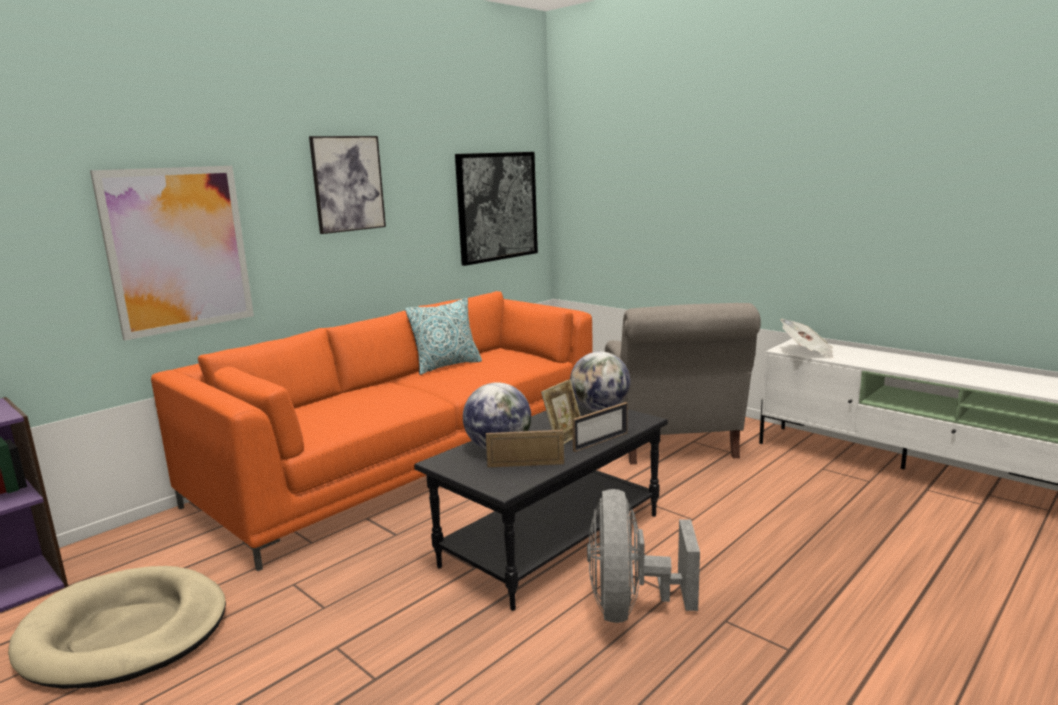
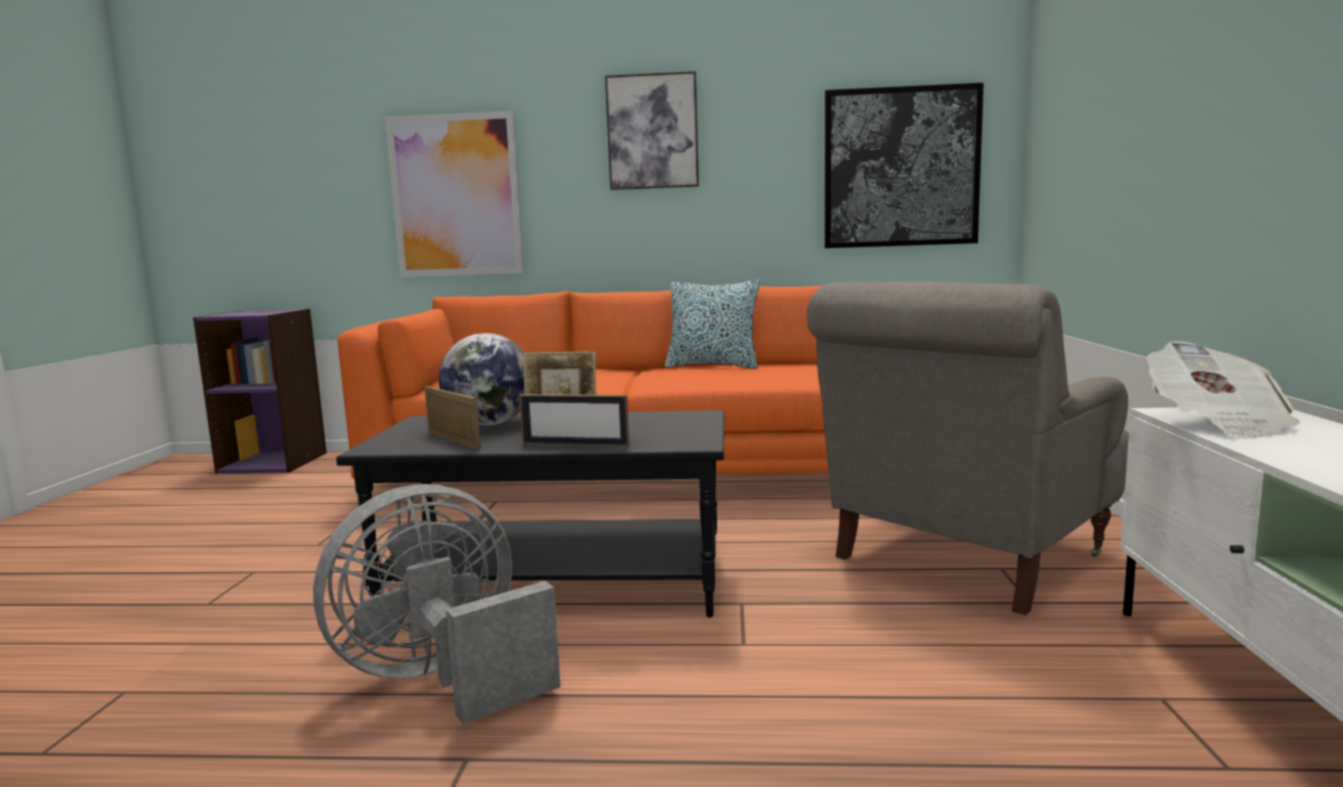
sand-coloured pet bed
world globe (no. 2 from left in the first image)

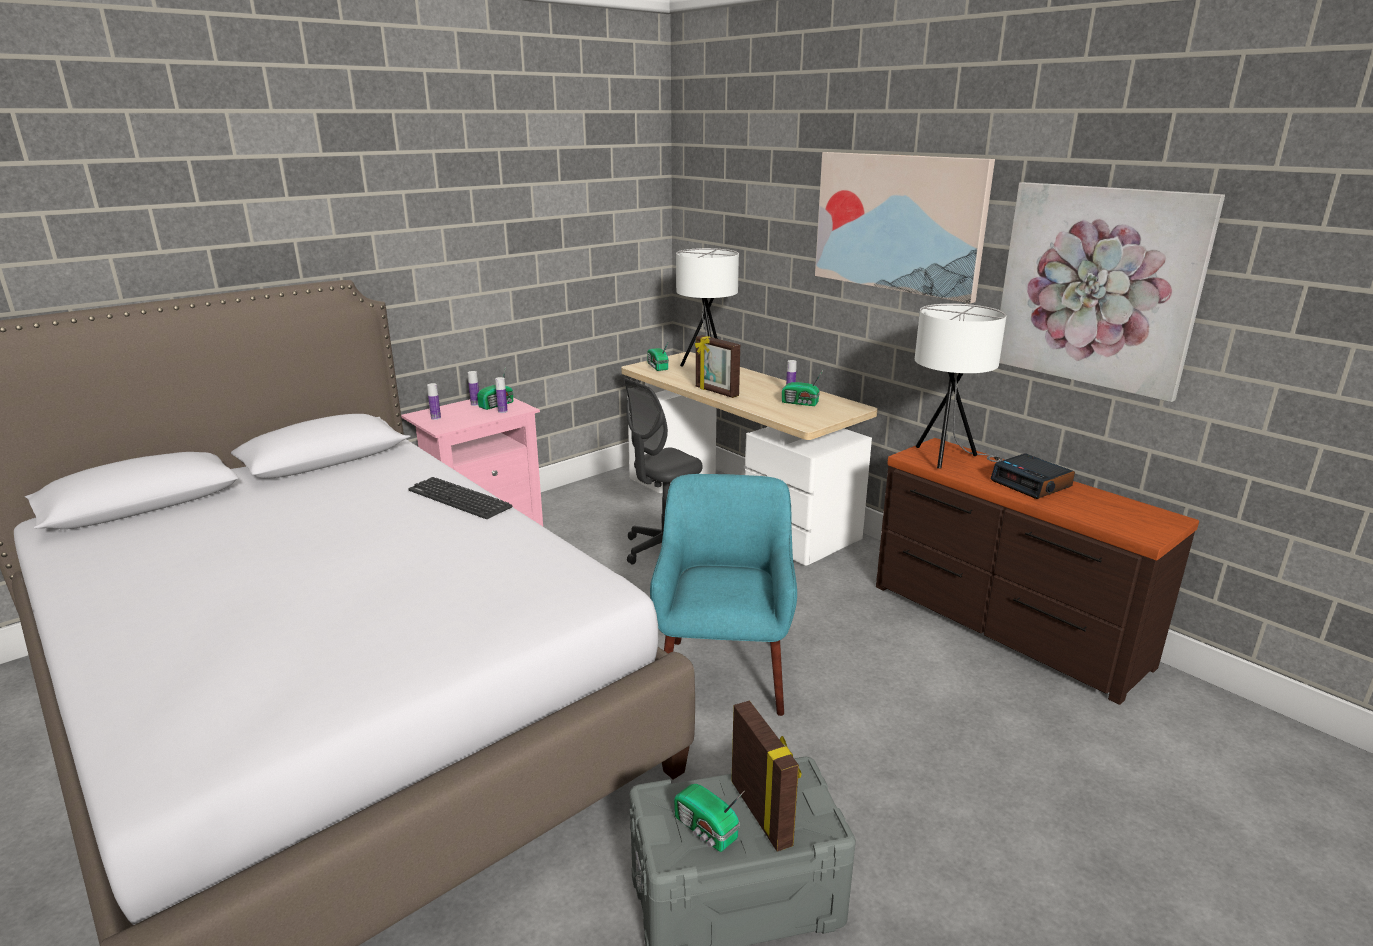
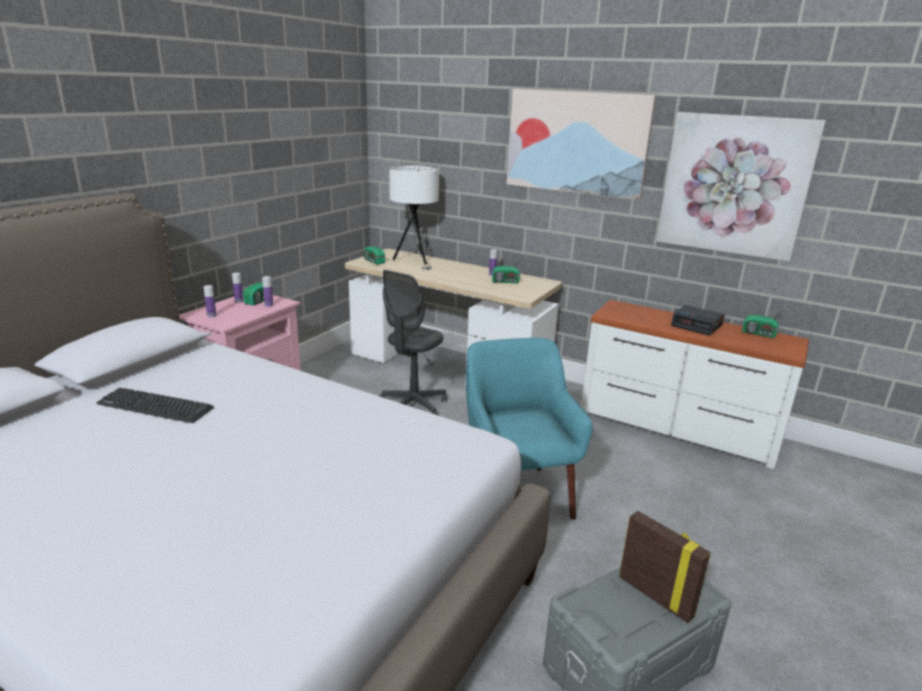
computer keyboard
radio set (no. 4 from left)
picture frame (no. 1 from left in the first image)
whitish dresser
whitish table lamp (no. 2 from left in the first image)

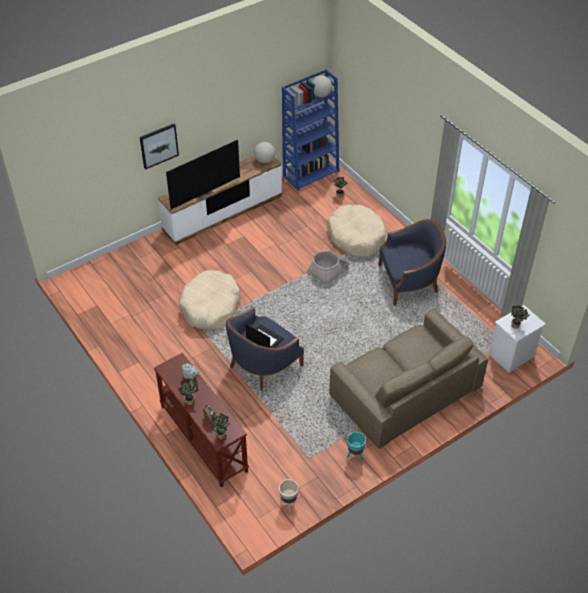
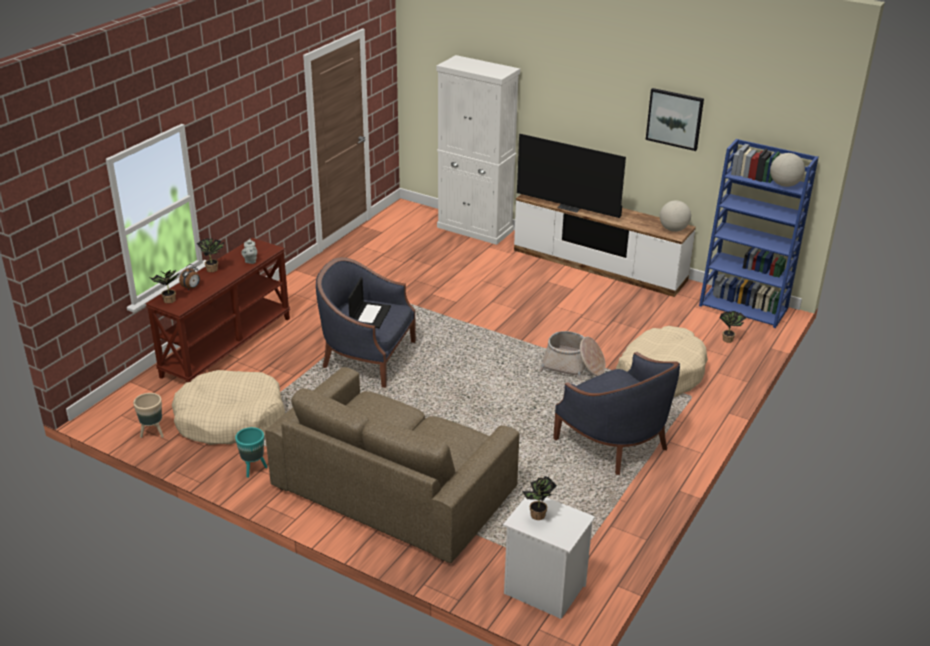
wall art
sand-coloured pet bed (no. 1 from left)
whitish cabinet

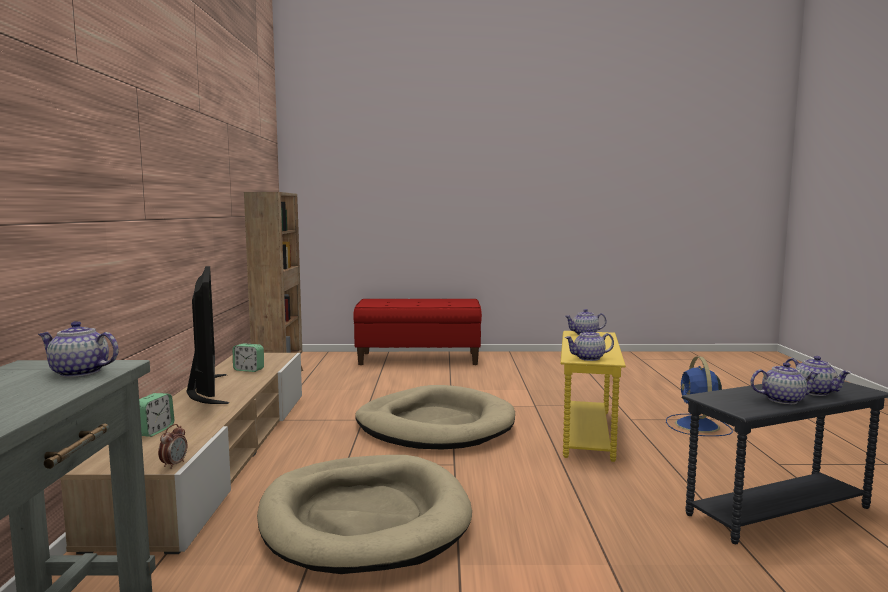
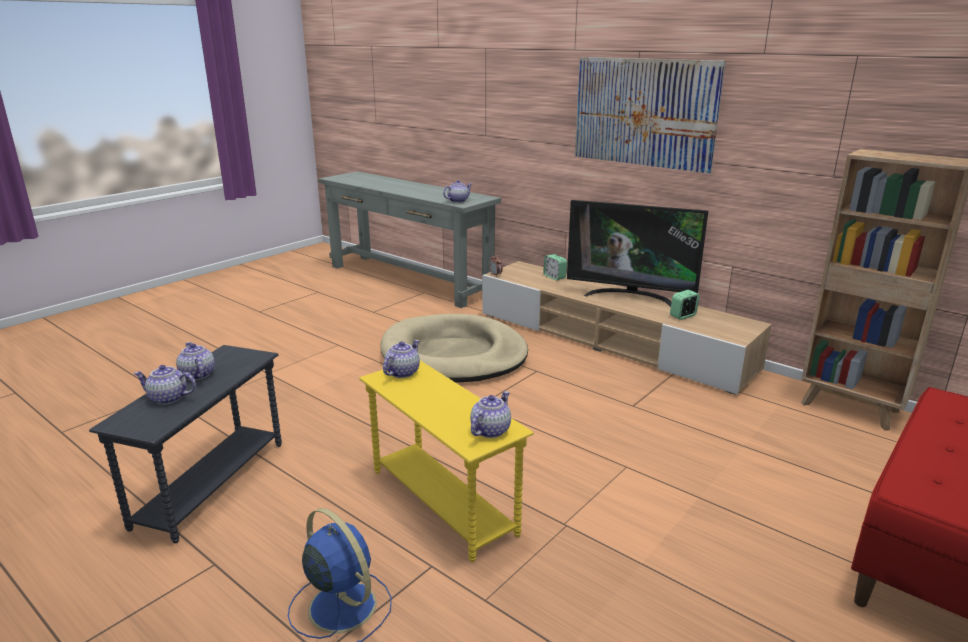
sand-coloured pet bed (no. 2 from left in the first image)
teapot (no. 2 from left)
wall art

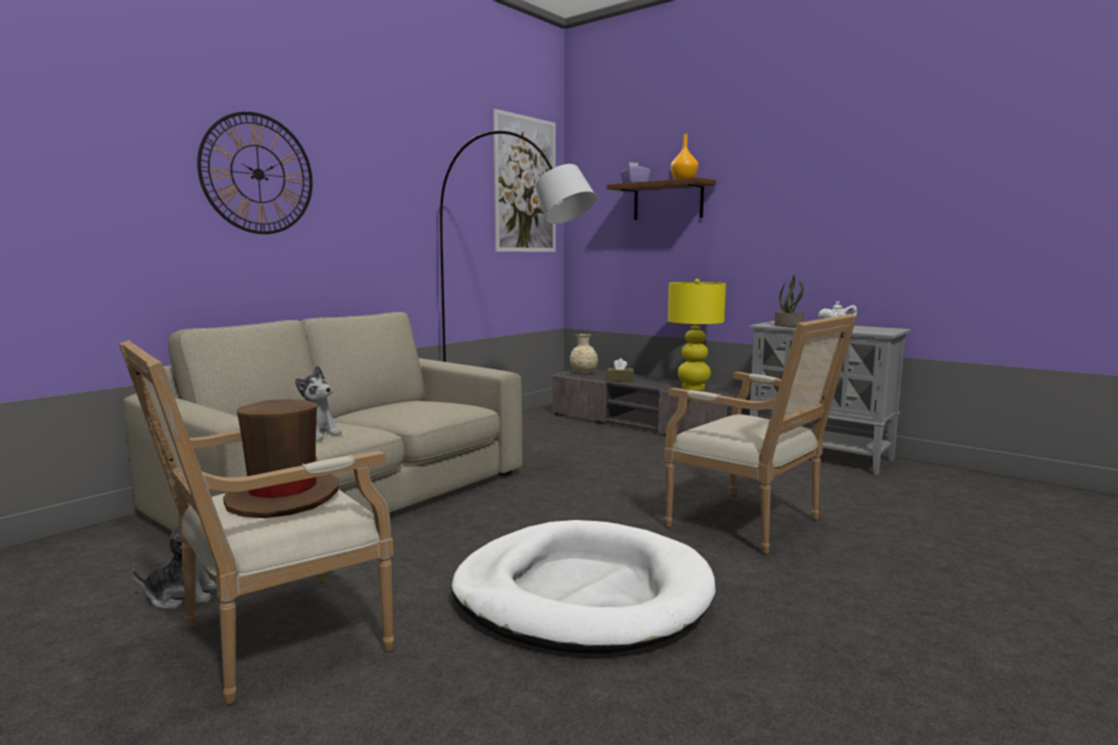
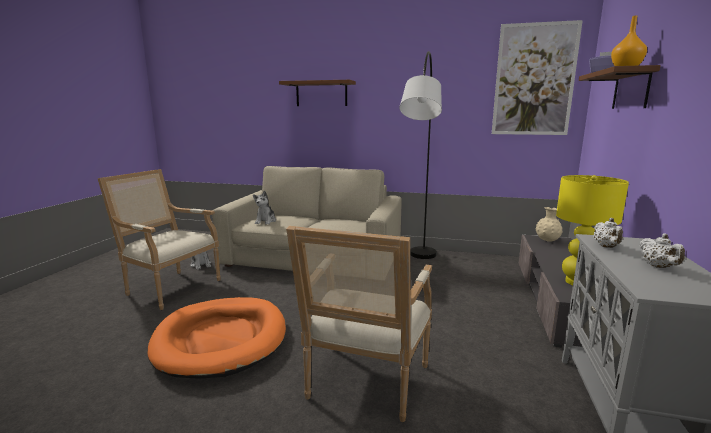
brown bracket shelf (no. 1 from left)
brown hat
orange pet bed
brown box of tissues
whitish teapot (no. 1 from left)

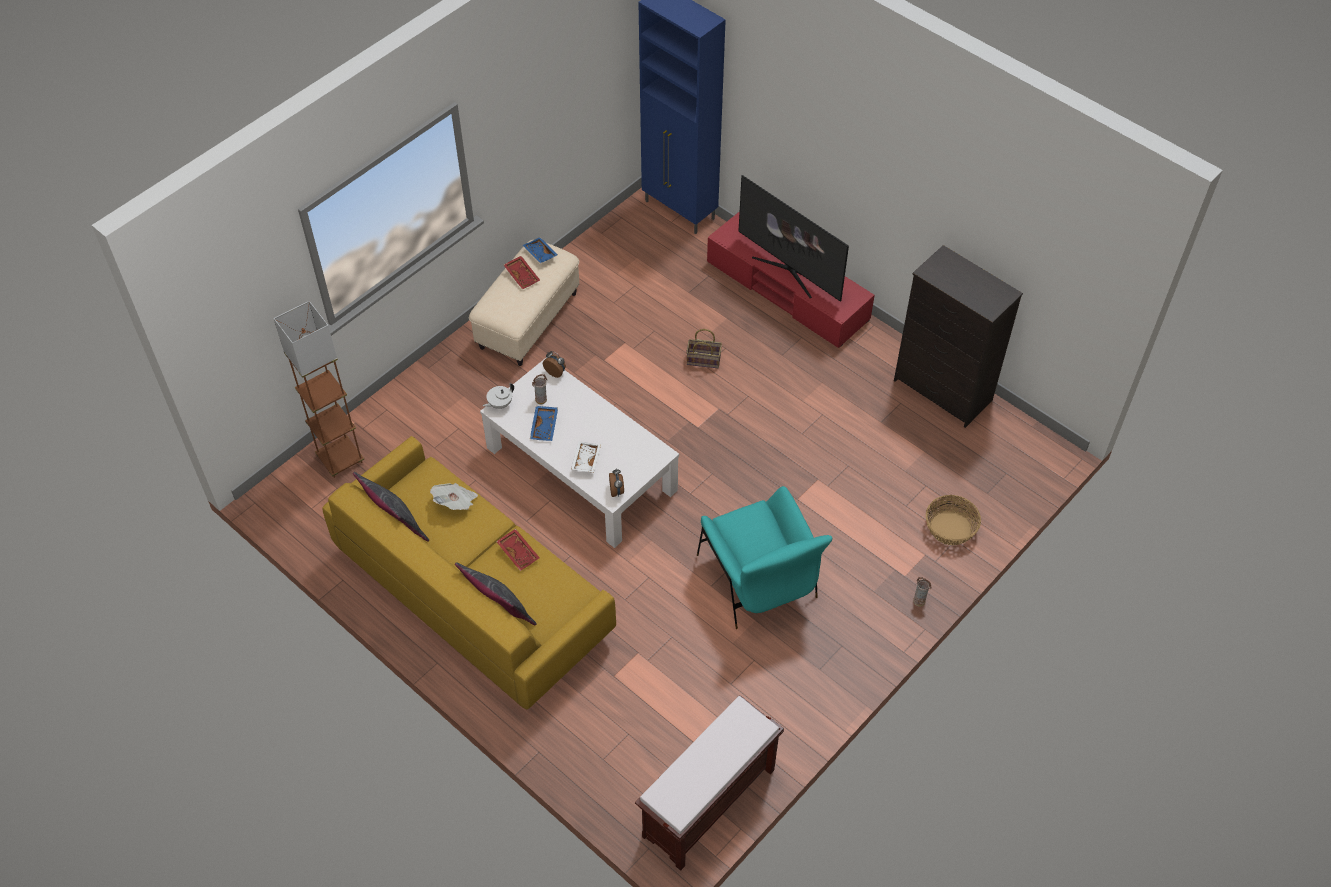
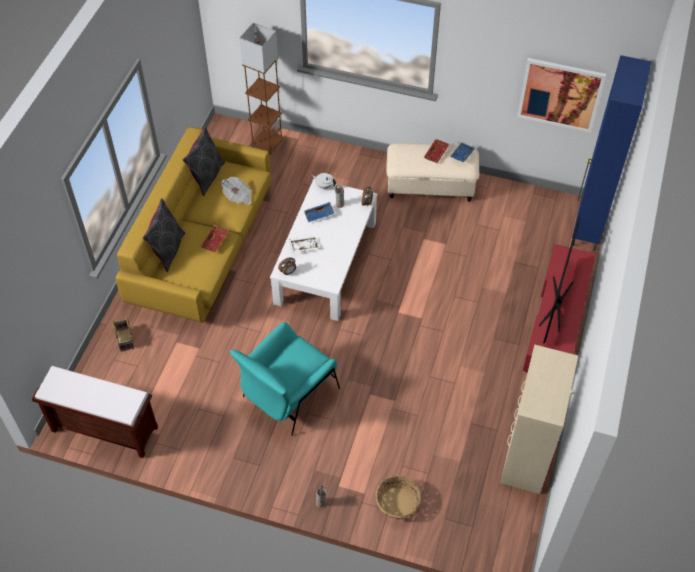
basket (no. 1 from left)
sand-coloured dresser
wall art

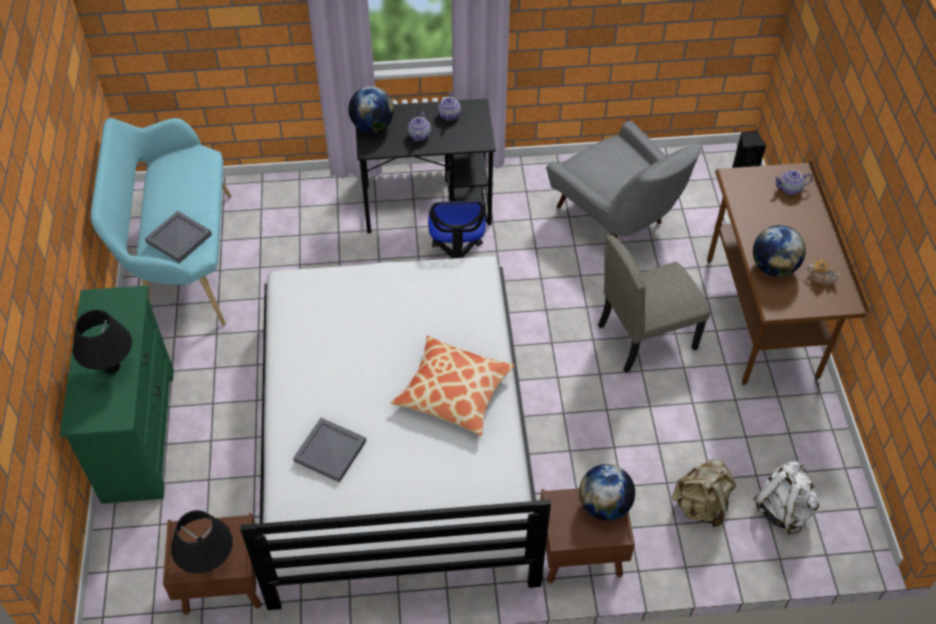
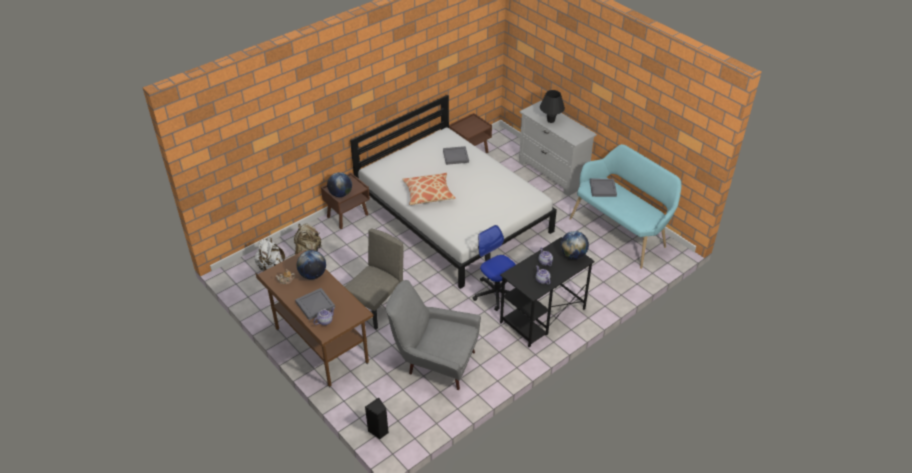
whitish dresser
black table lamp (no. 2 from left in the first image)
gray carrying tray (no. 1 from left)

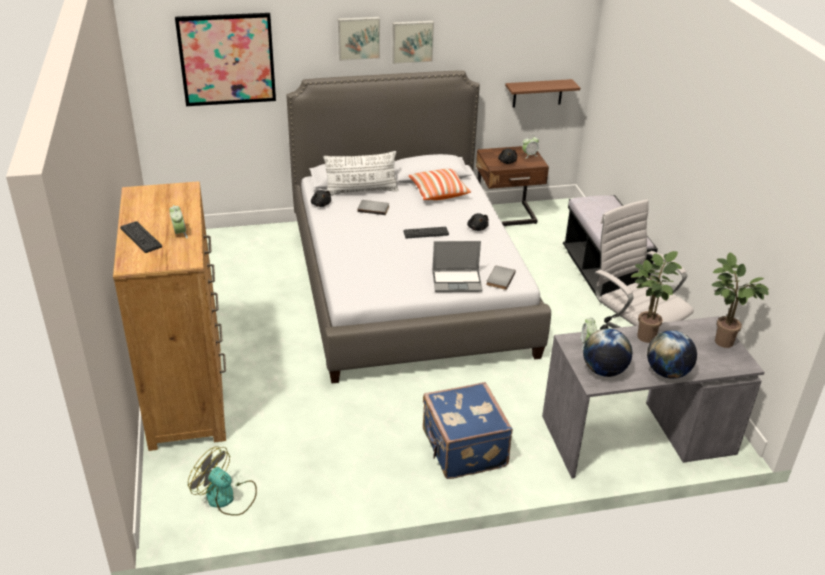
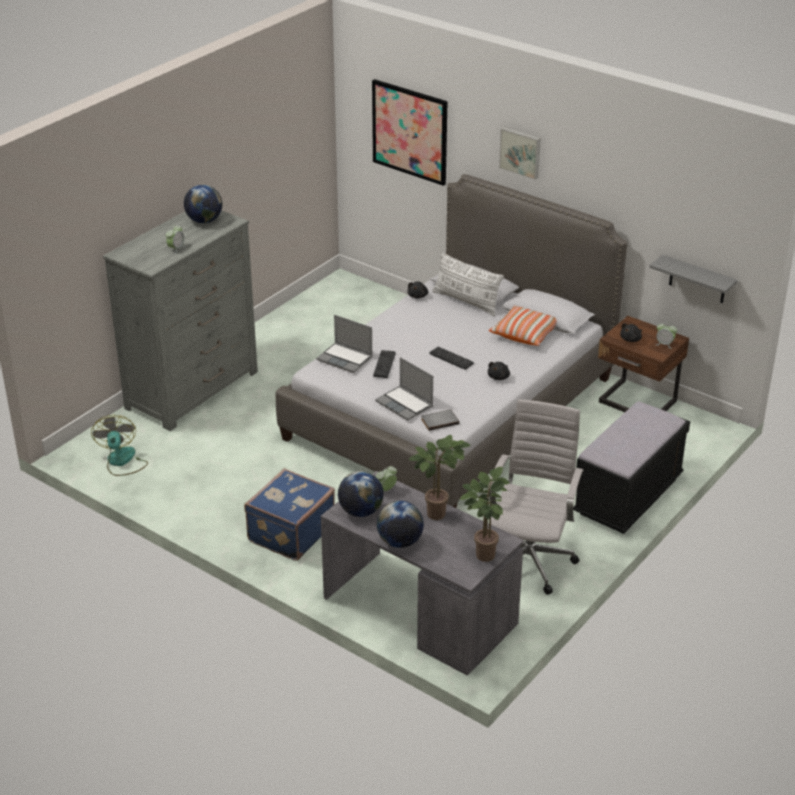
gray dresser
computer keyboard (no. 1 from left)
gray book (no. 1 from left in the first image)
wall art (no. 3 from left in the first image)
gray bracket shelf
world globe (no. 1 from left)
laptop (no. 1 from left)

